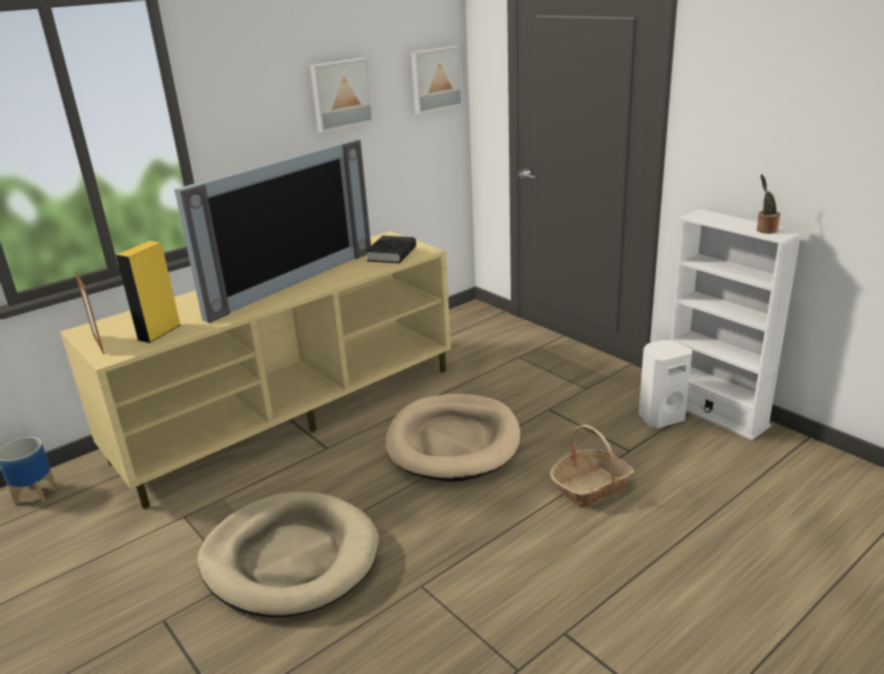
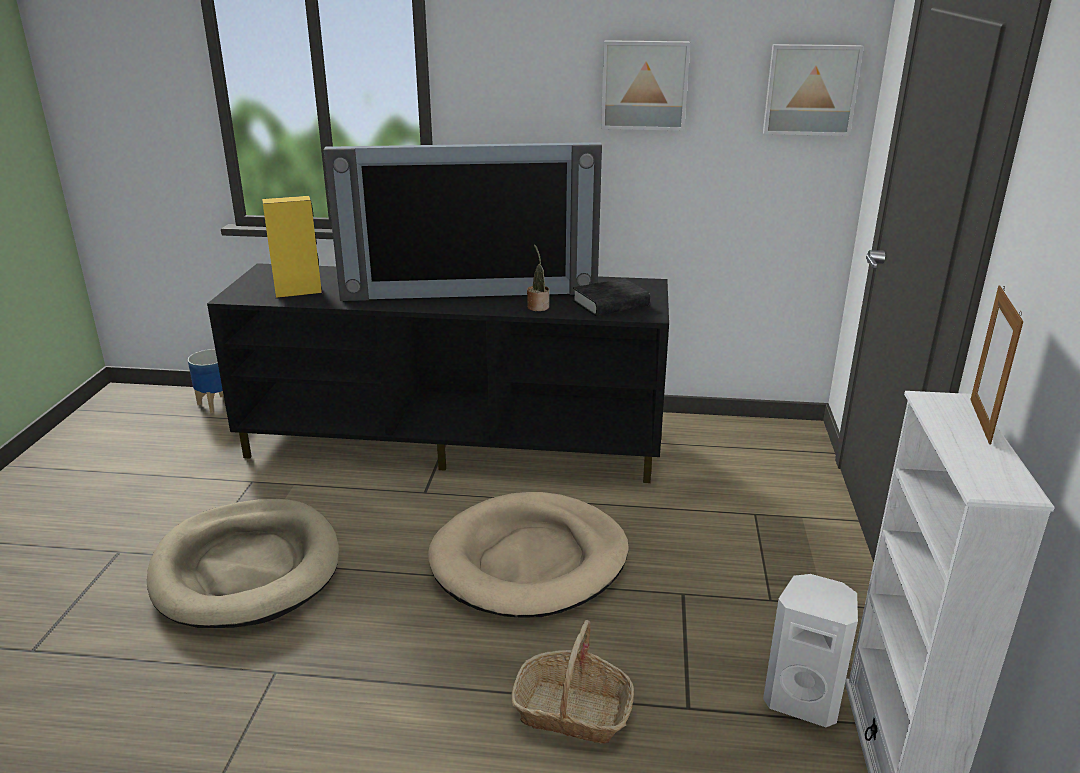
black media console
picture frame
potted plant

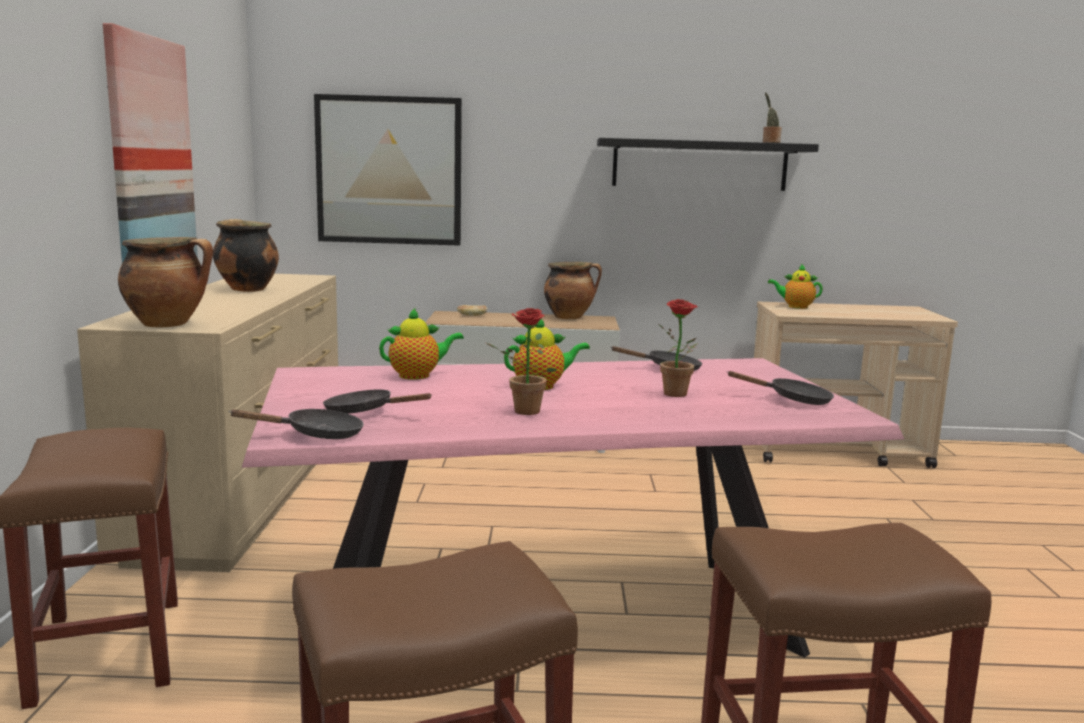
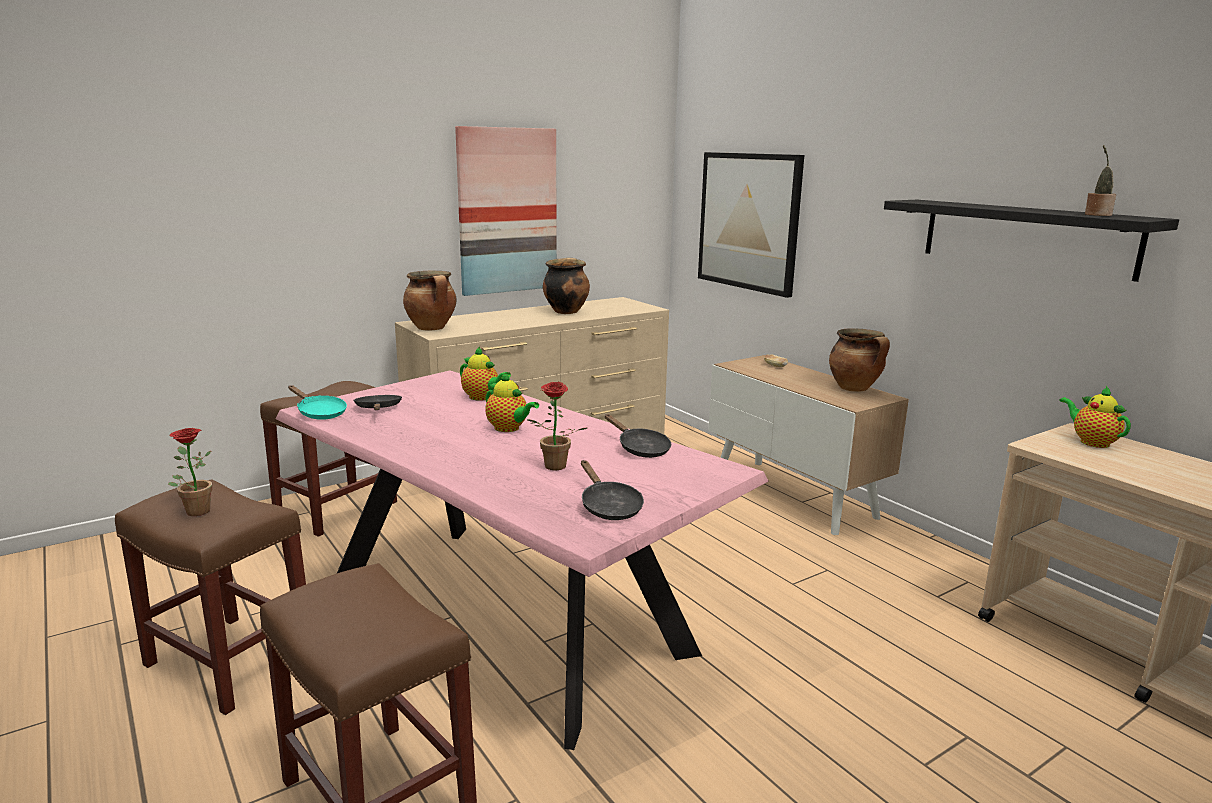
blue-green frying pan
potted plant (no. 1 from left)

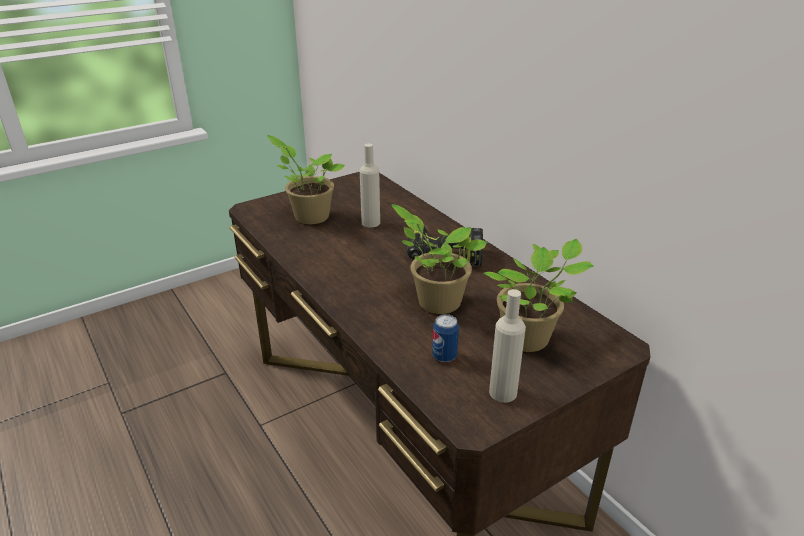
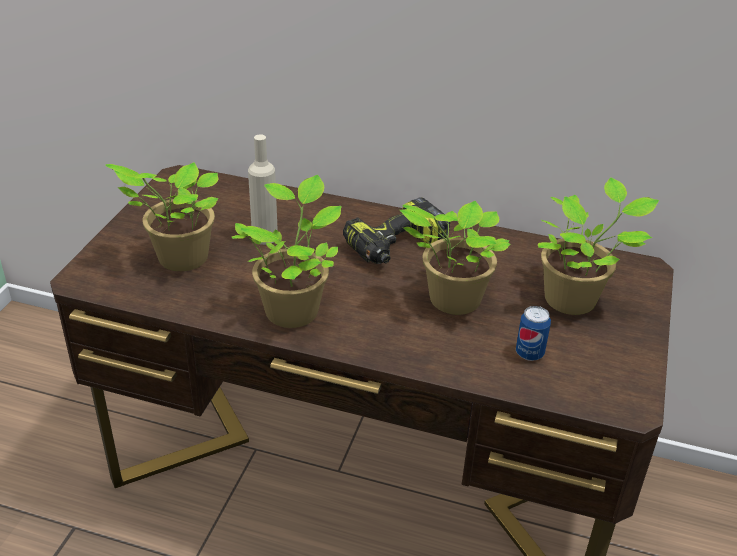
sand-coloured bottle (no. 2 from left in the first image)
potted plant (no. 2 from left)

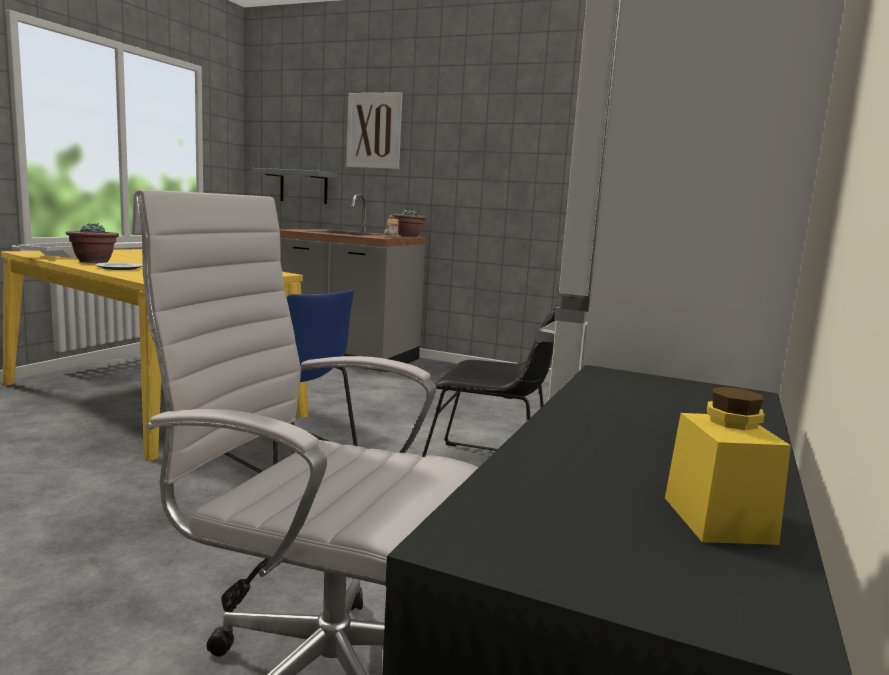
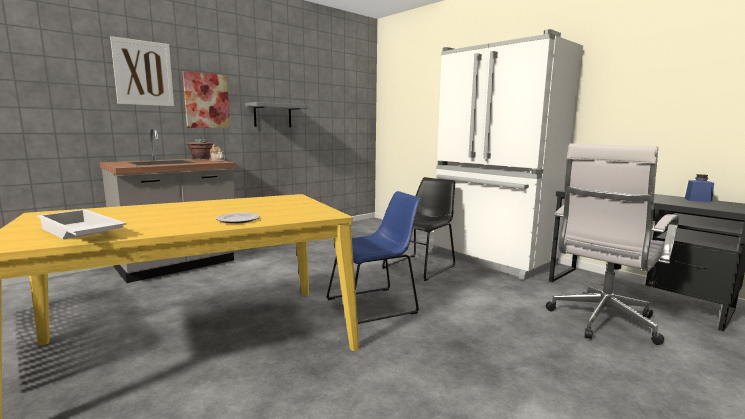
potted plant (no. 1 from left in the first image)
gray bracket shelf
blue storage jar
wall art (no. 2 from left)

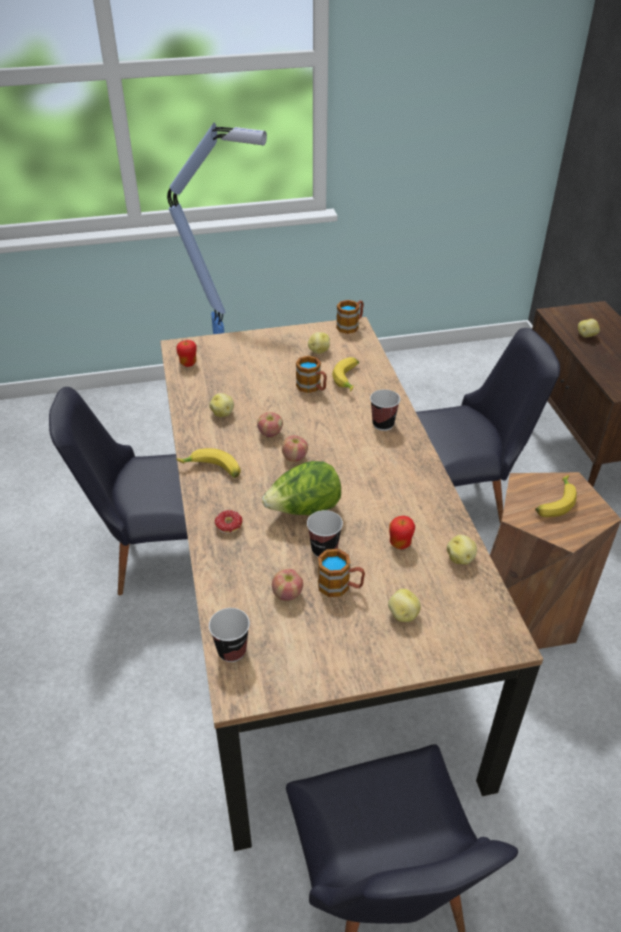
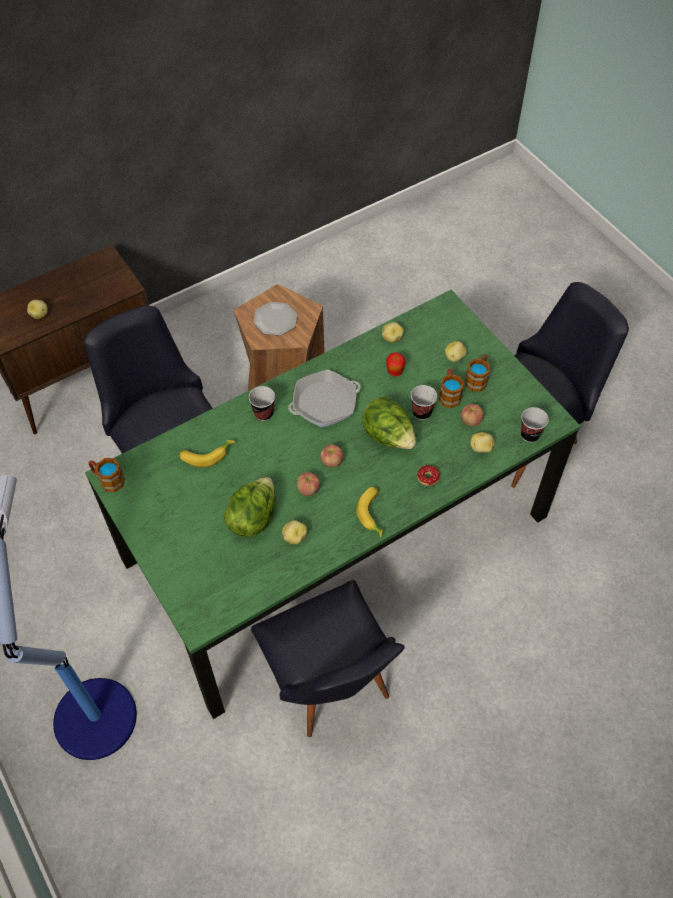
greenish dining table
whole apple (no. 1 from left in the first image)
coffee mug (no. 3 from left)
whole potato (no. 5 from left)
flat dish
lettuce head (no. 1 from left)
frying pan

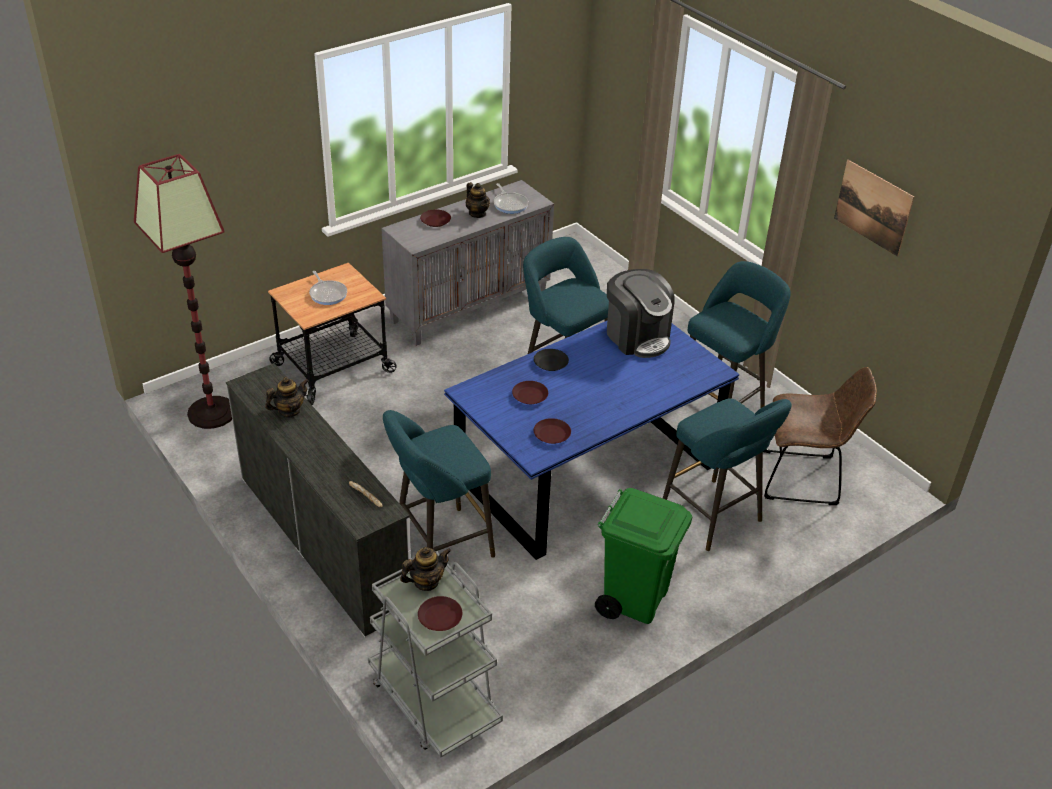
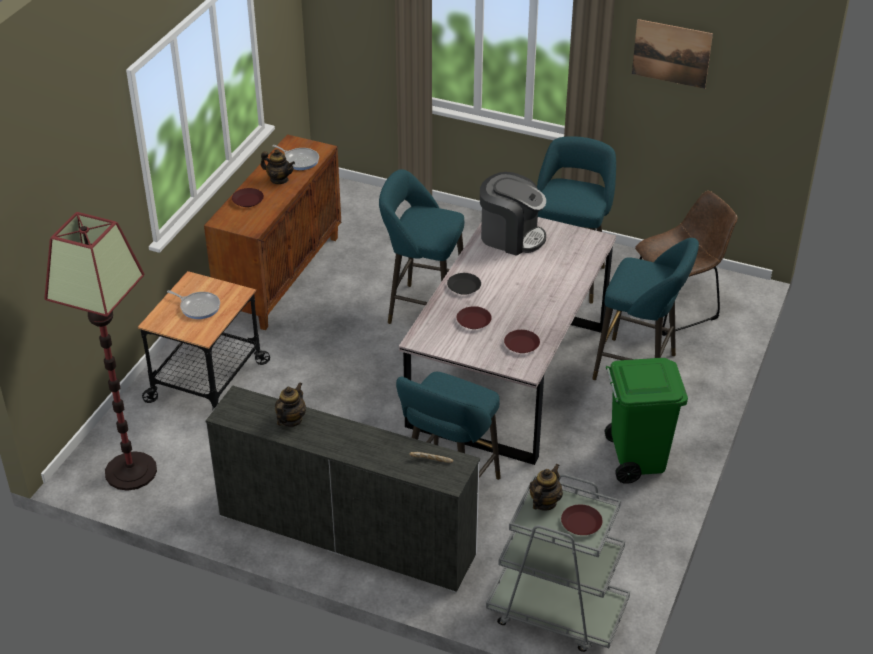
brown cabinet
gray dining table

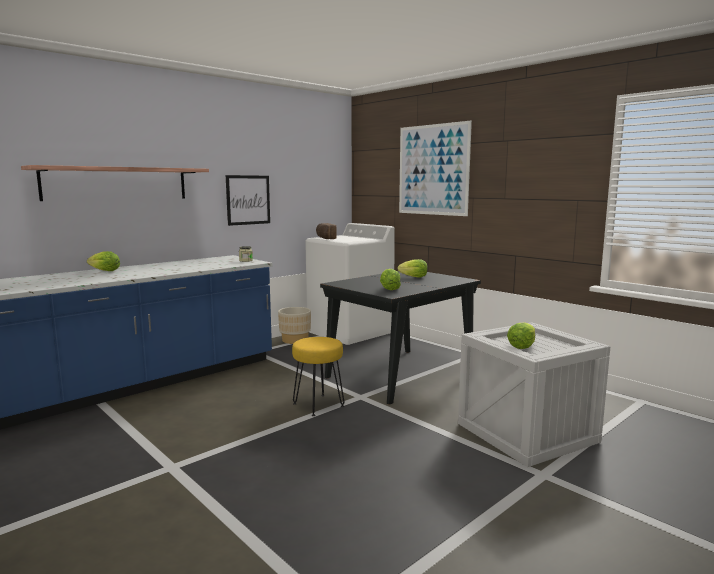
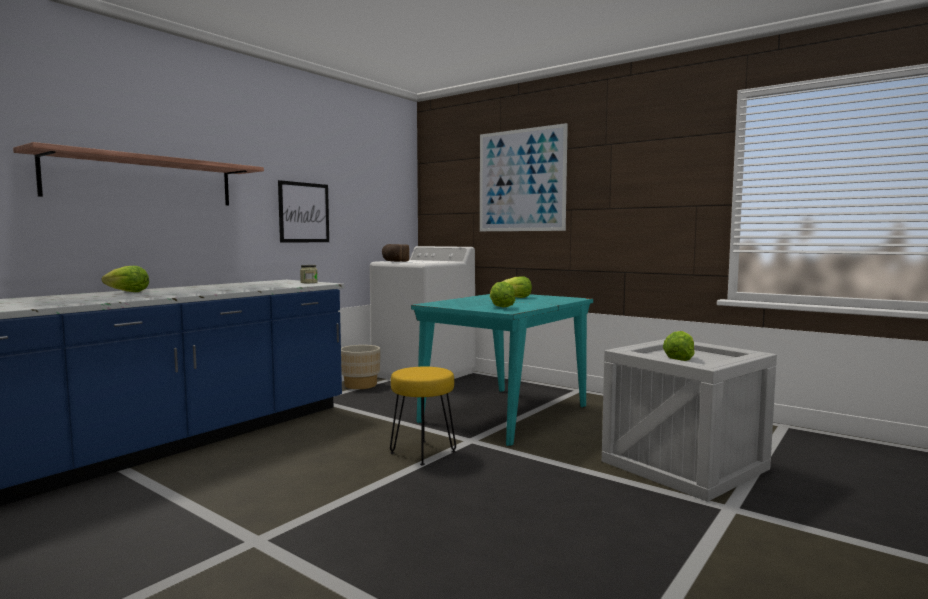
blue-green dining table

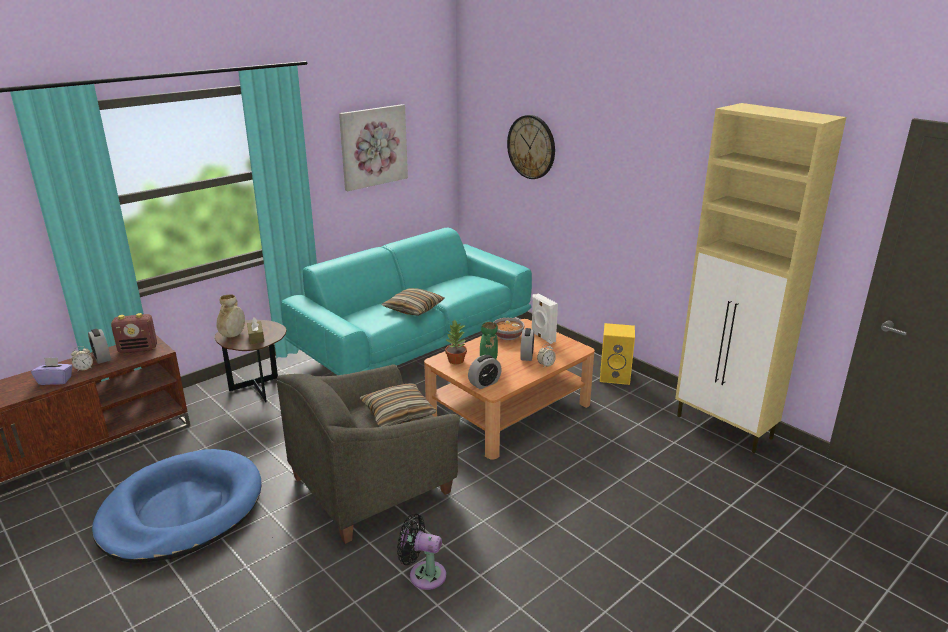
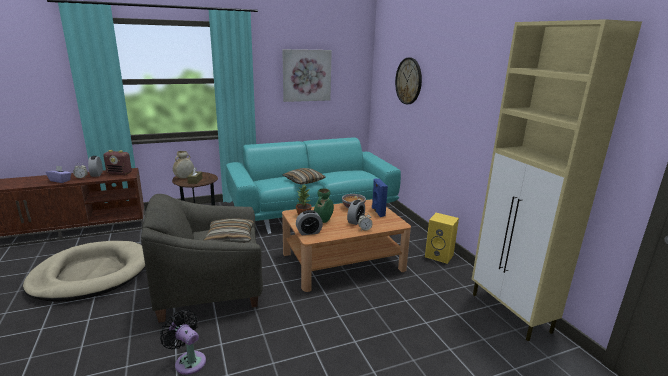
sand-coloured pet bed
blue loudspeaker

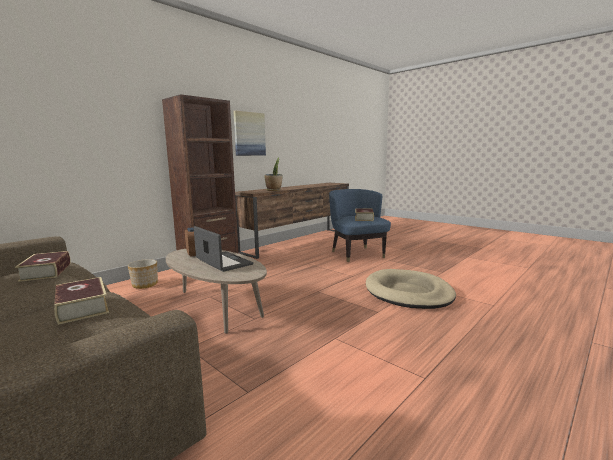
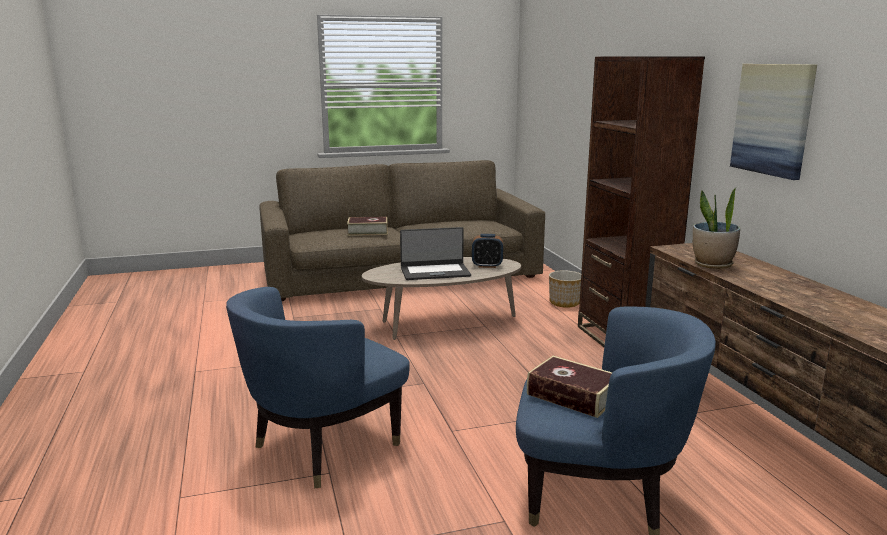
book (no. 1 from left in the first image)
blue easy chair (no. 1 from left)

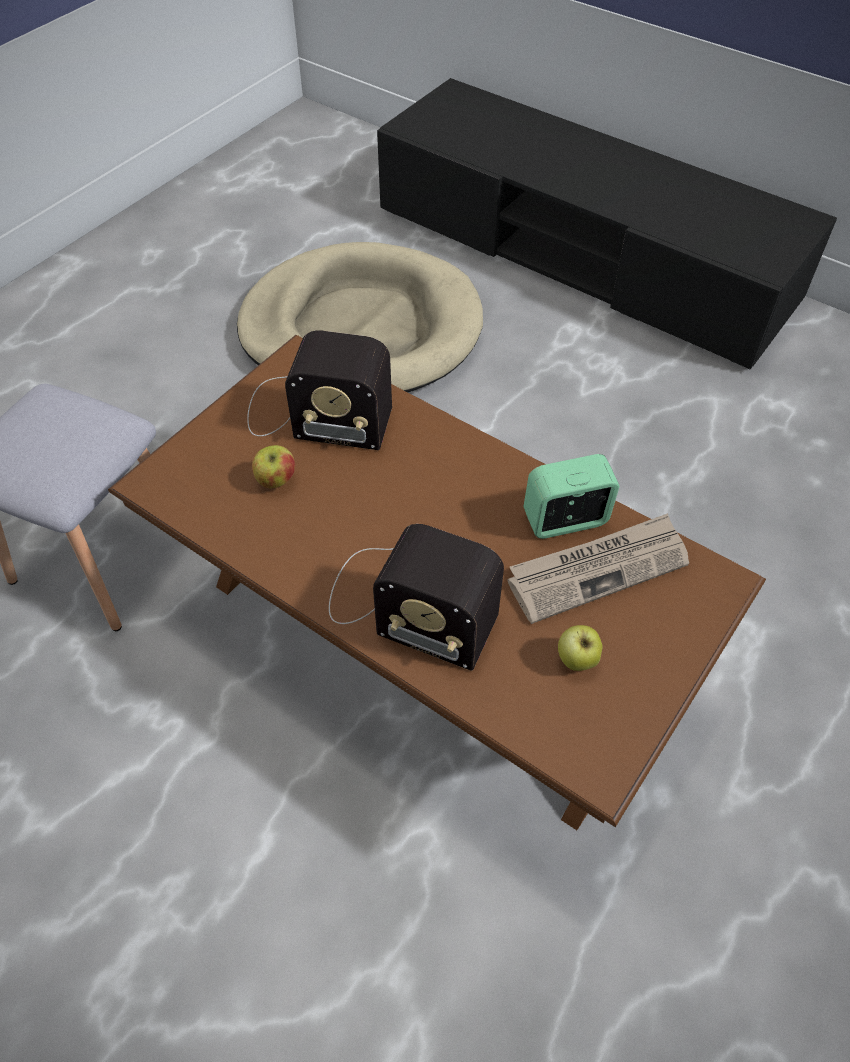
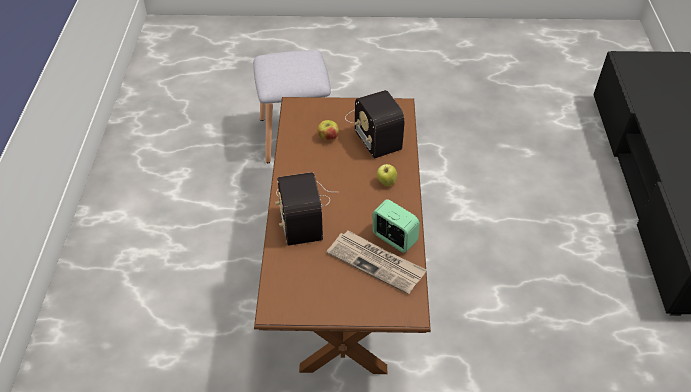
sand-coloured pet bed
whole apple (no. 2 from left)

